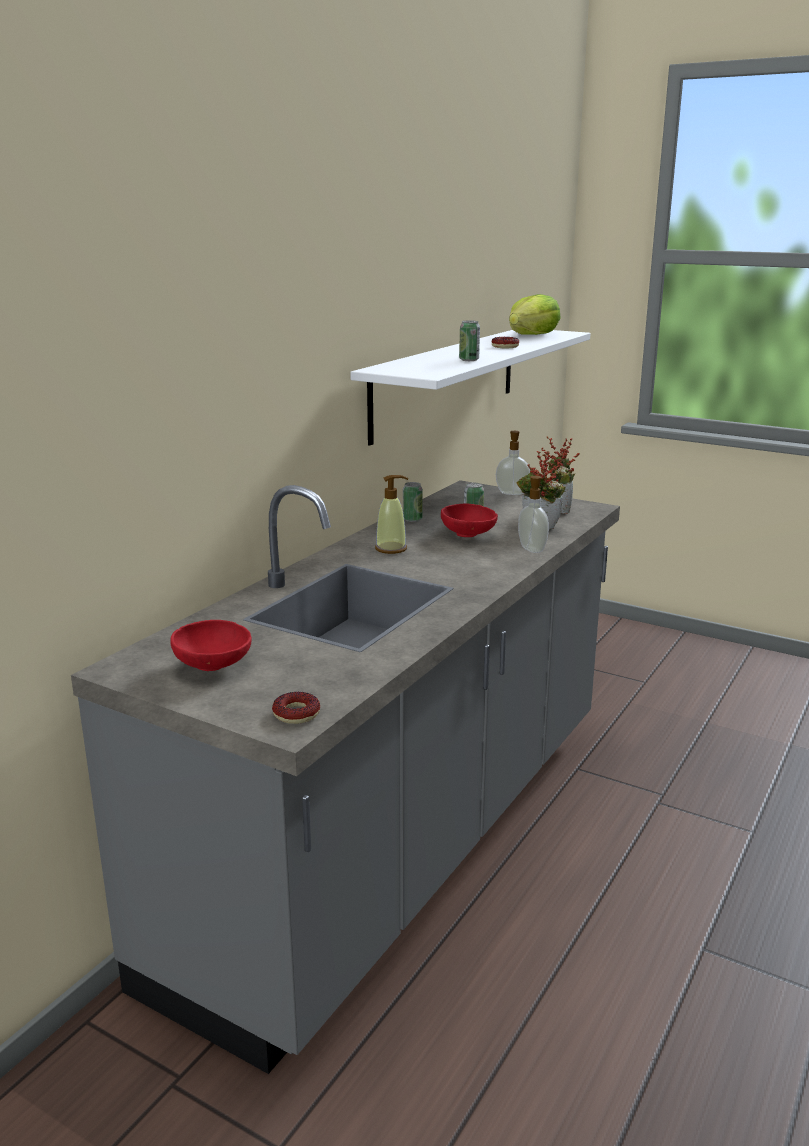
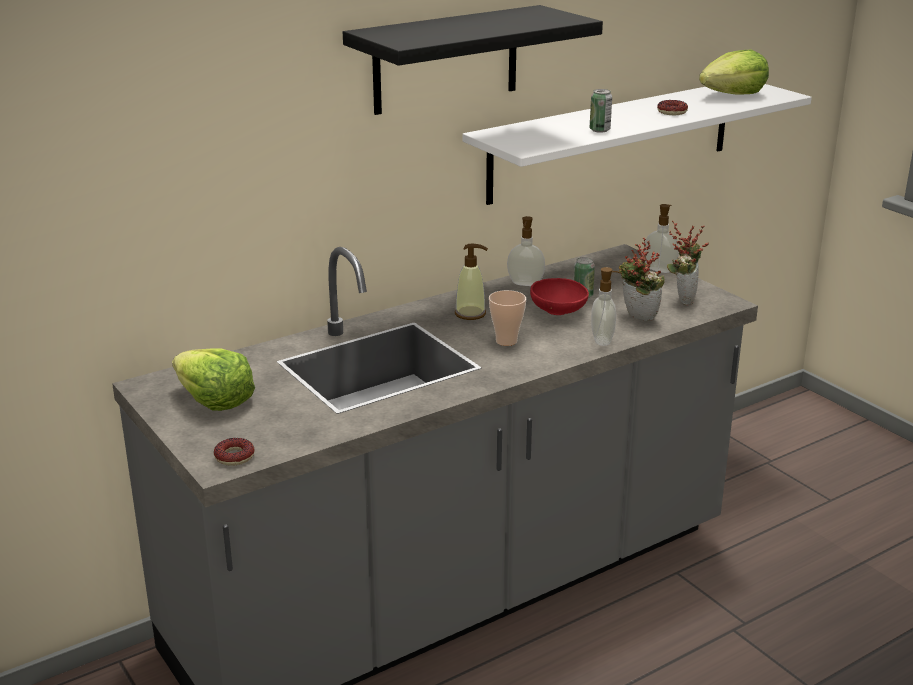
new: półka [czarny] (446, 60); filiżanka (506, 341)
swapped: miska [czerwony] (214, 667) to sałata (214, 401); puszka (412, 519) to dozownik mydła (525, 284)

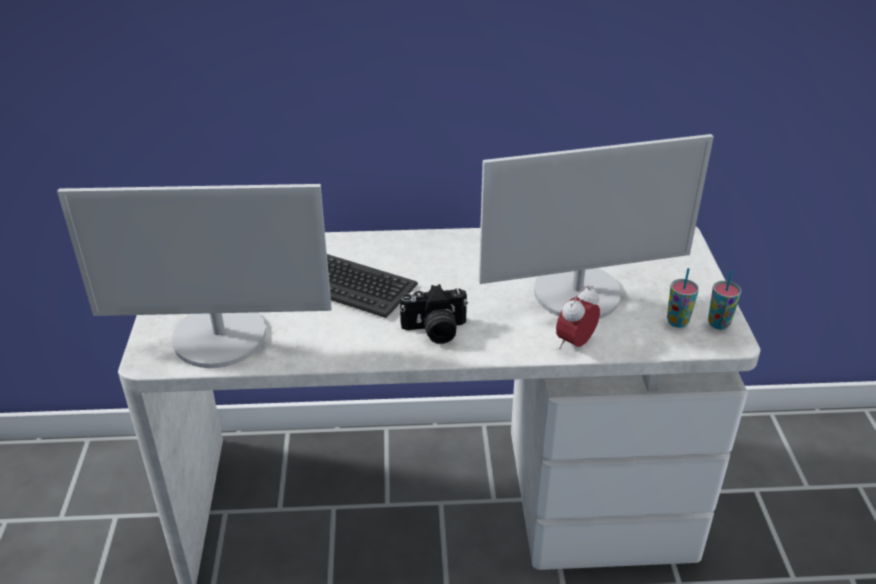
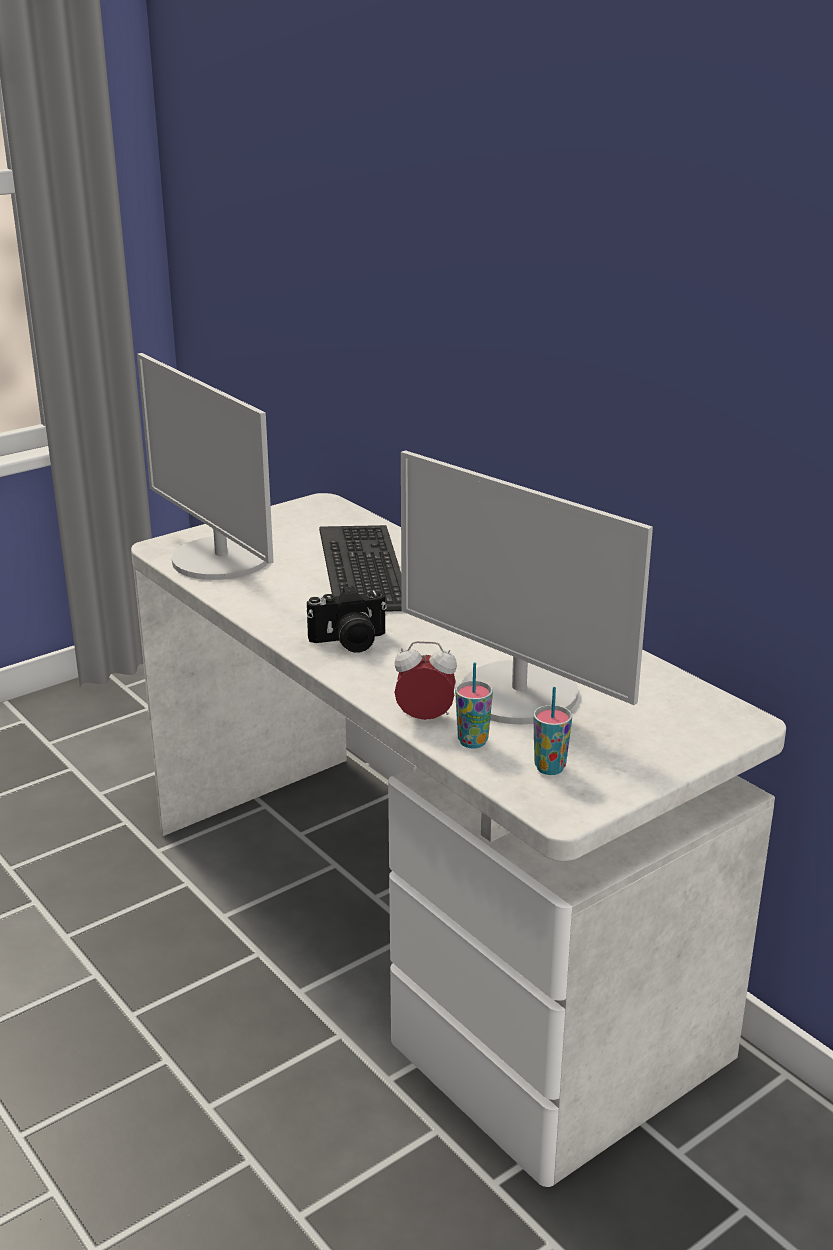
shifted: filiżanka (718, 324) to (472, 742)
rotated: aparat fotograficzny (435, 331) = (349, 642) 60 degrees counterclockwise

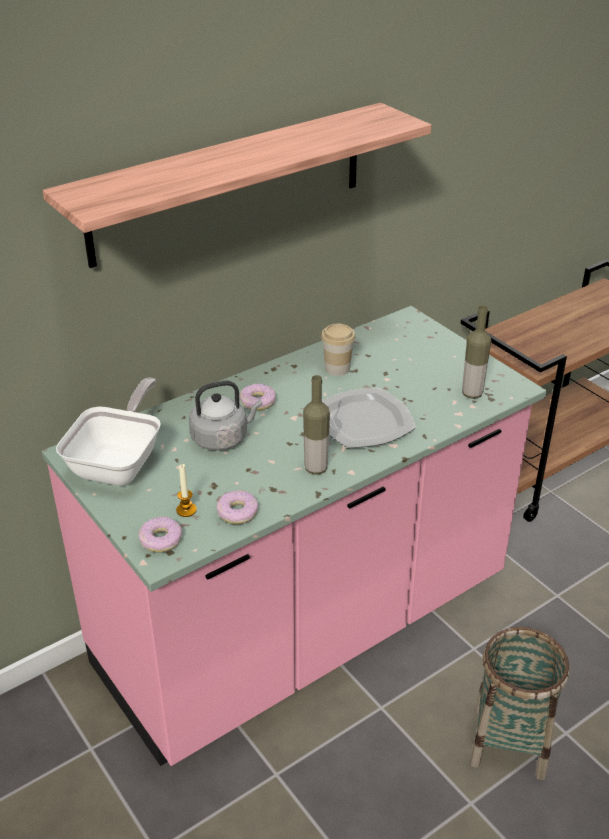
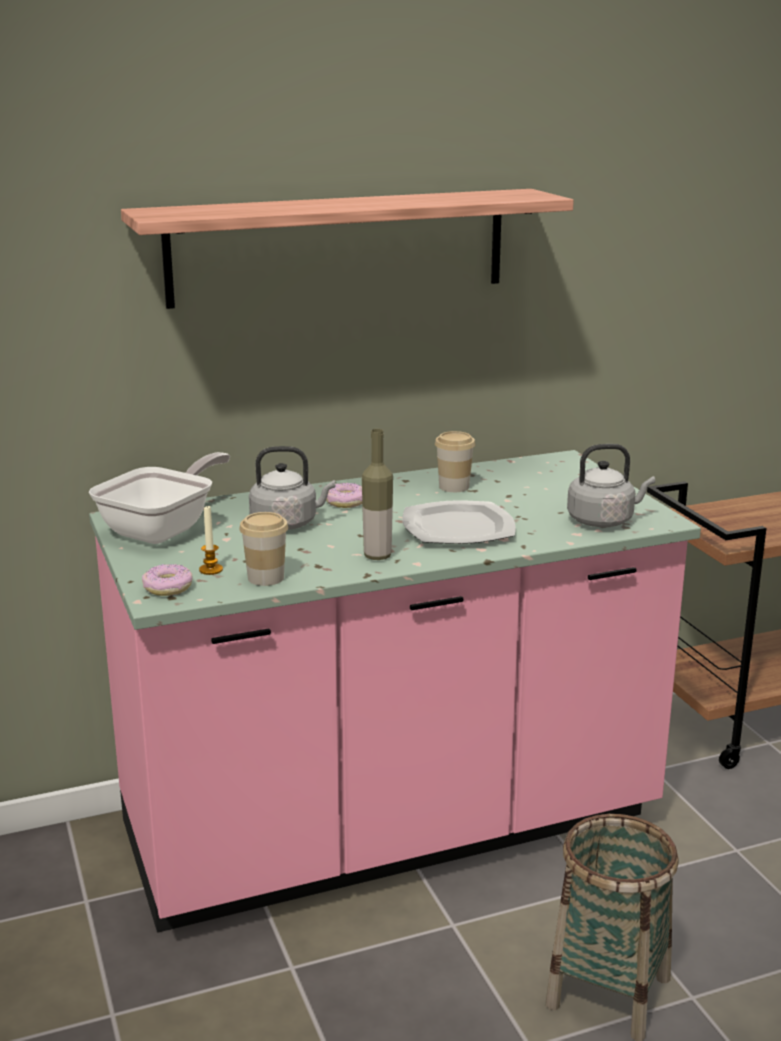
swapped: donut (237, 512) to filiżanka (266, 578); butelka (472, 394) to czajnik [szary] (603, 521)

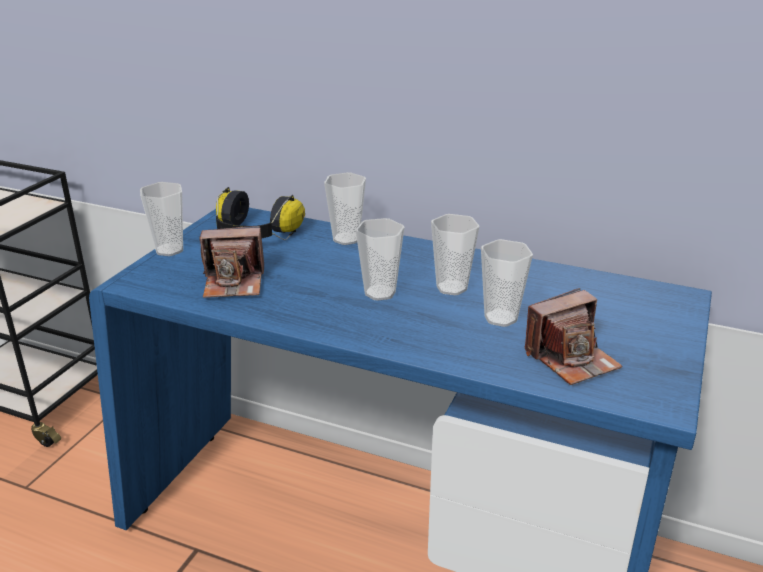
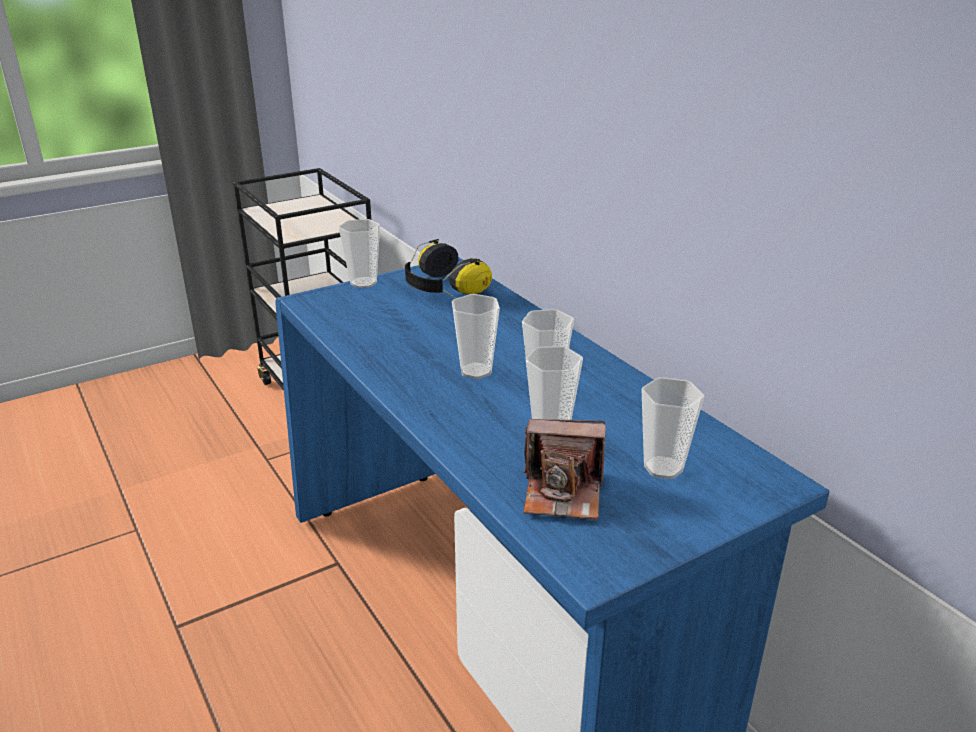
gone: aparat fotograficzny (234, 282)
shifted: filiżanka (346, 239) to (663, 468)

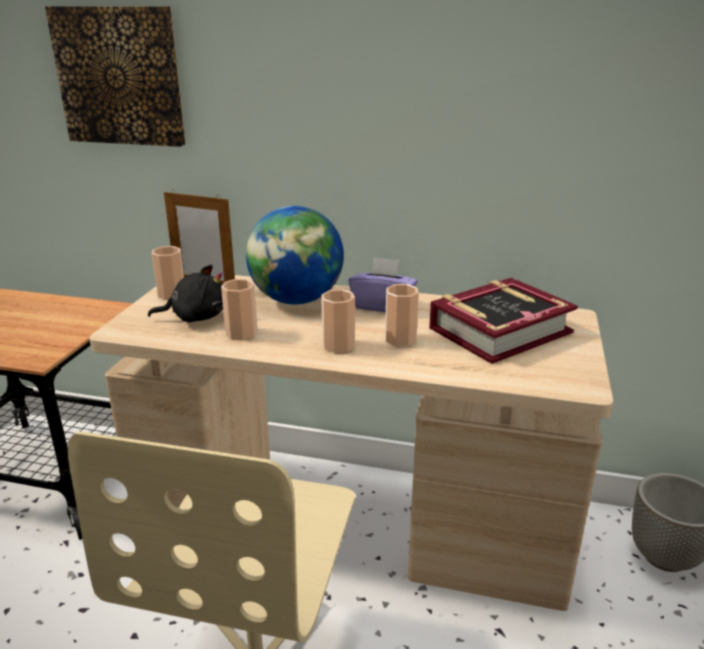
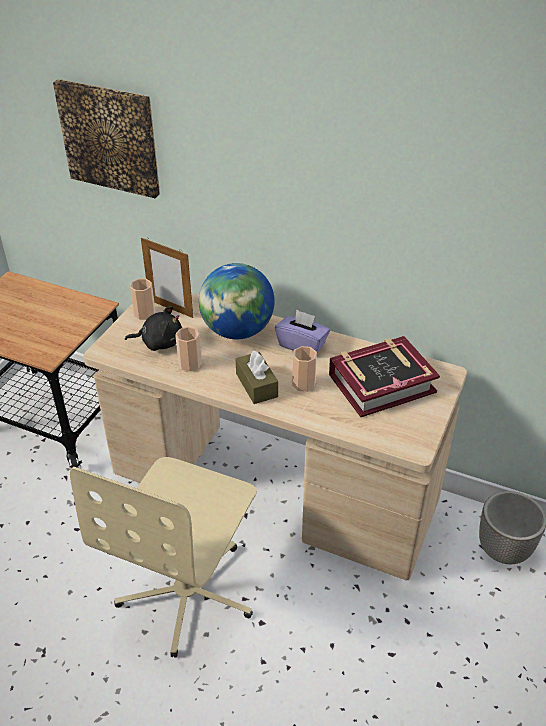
swapped: filiżanka (338, 345) to pudełko chusteczek [brązowy] (256, 385)

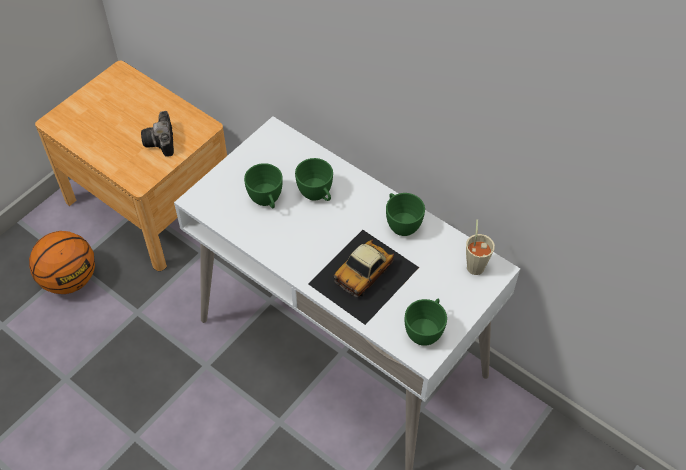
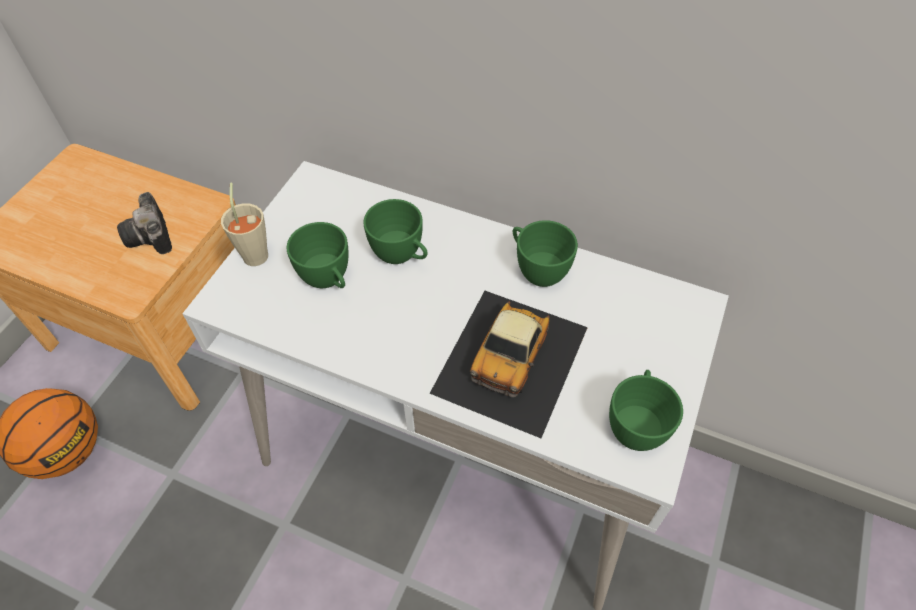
shifted: filiżanka [beżowy] (475, 264) to (255, 251)

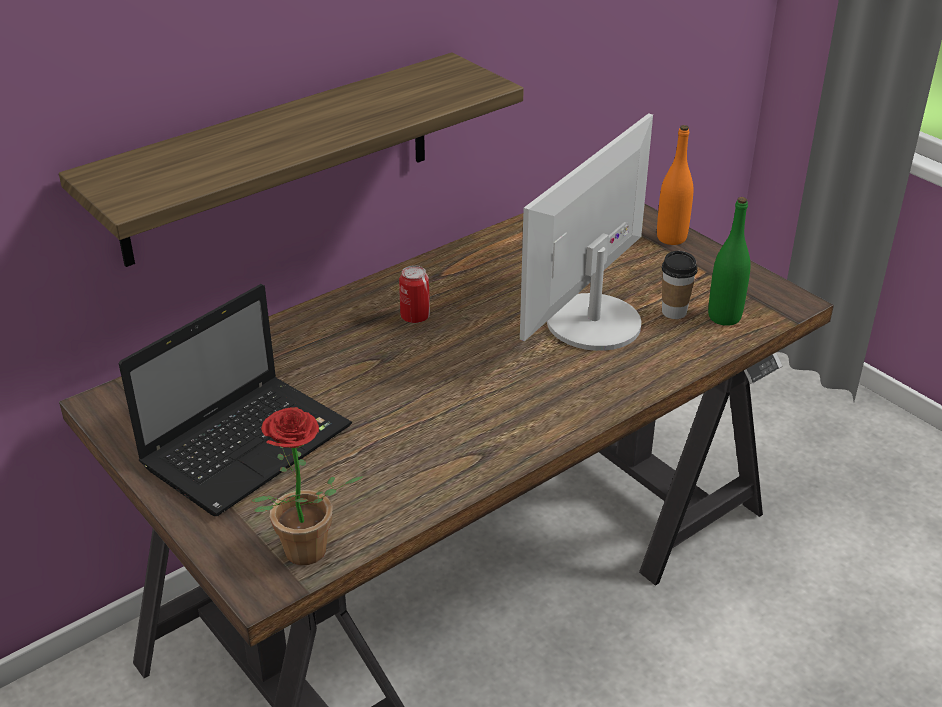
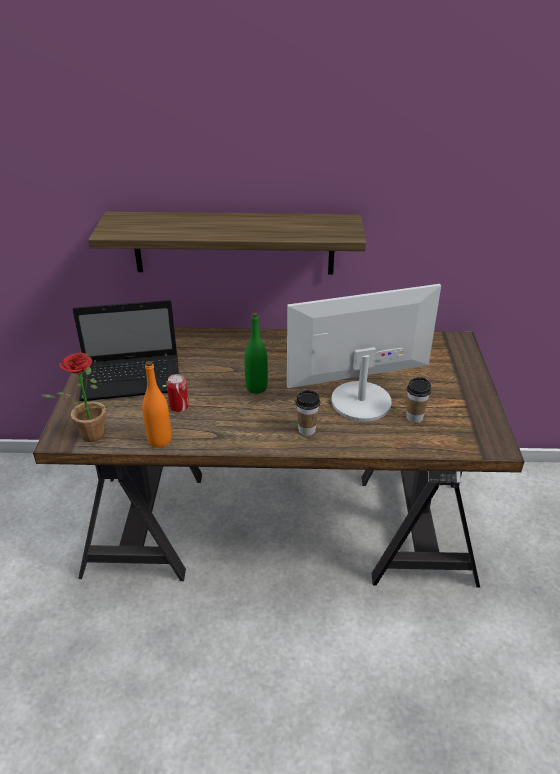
new: filiżanka (306, 430)
shifted: puszka (415, 317) to (179, 407); butelka [pomarańczowy] (671, 238) to (159, 440); butelka [zielony] (724, 317) to (256, 388)

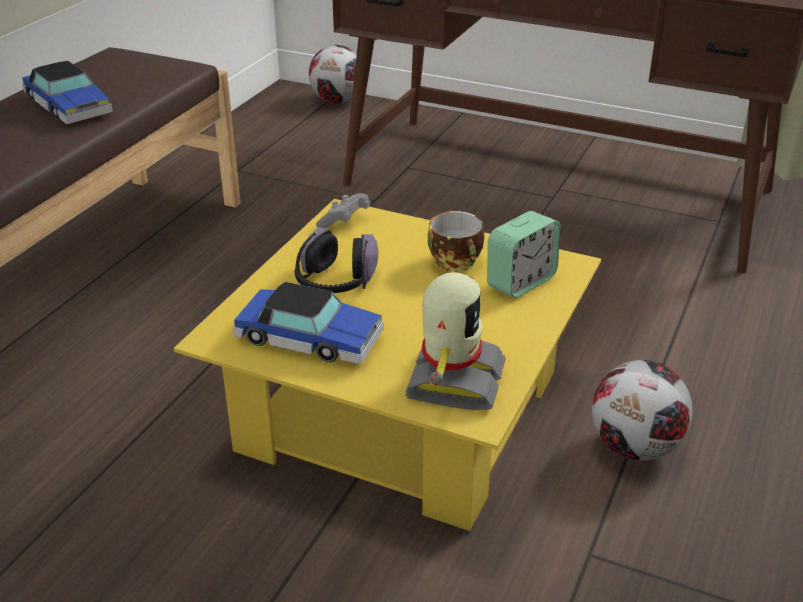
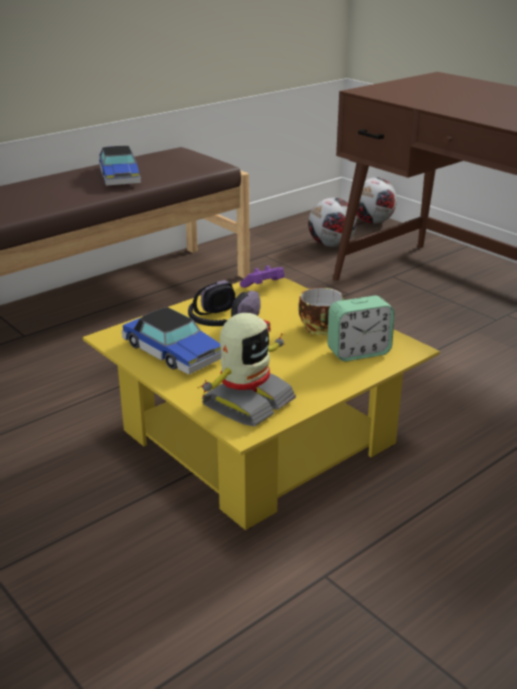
shifted: piłka futbolowa (636, 447) to (331, 245)
repainted: pad do gier [szary] (345, 222) to pad do gier [fioletowy] (263, 286)

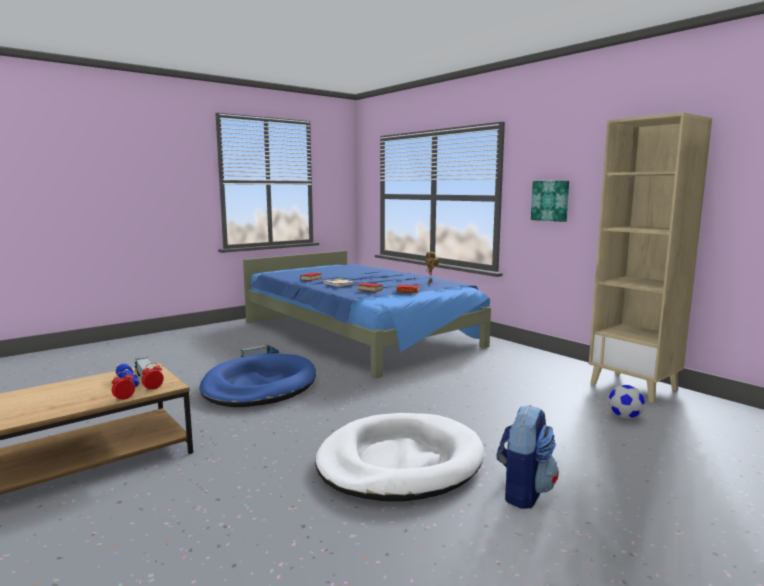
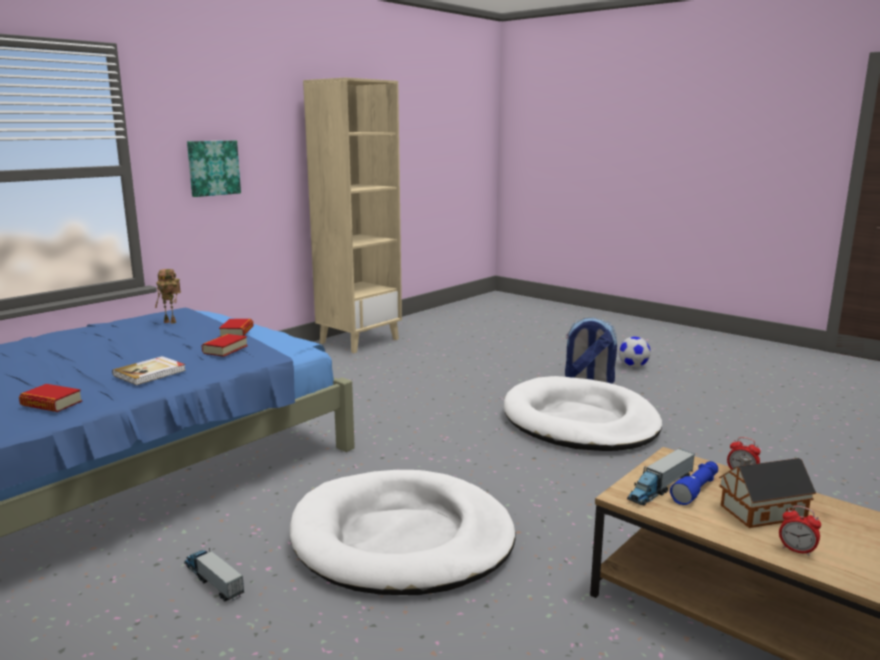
new: domek (759, 512)
shifted: budzik (153, 389) to (796, 550); piłka futbolowa (625, 417) to (633, 366)
repainted: legowisko [niebieski] (259, 386) to legowisko [biały] (402, 539)

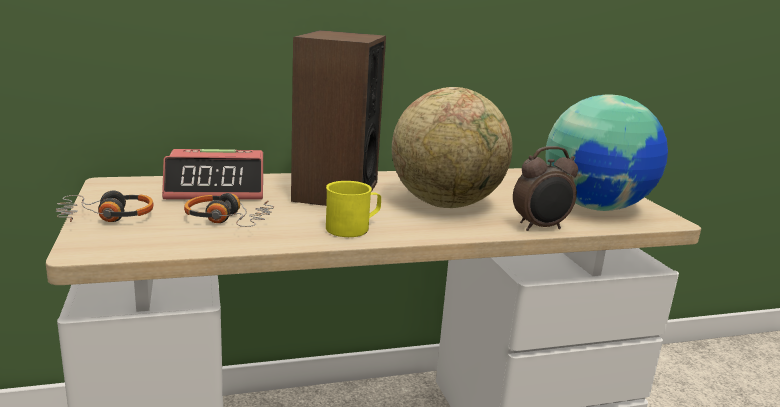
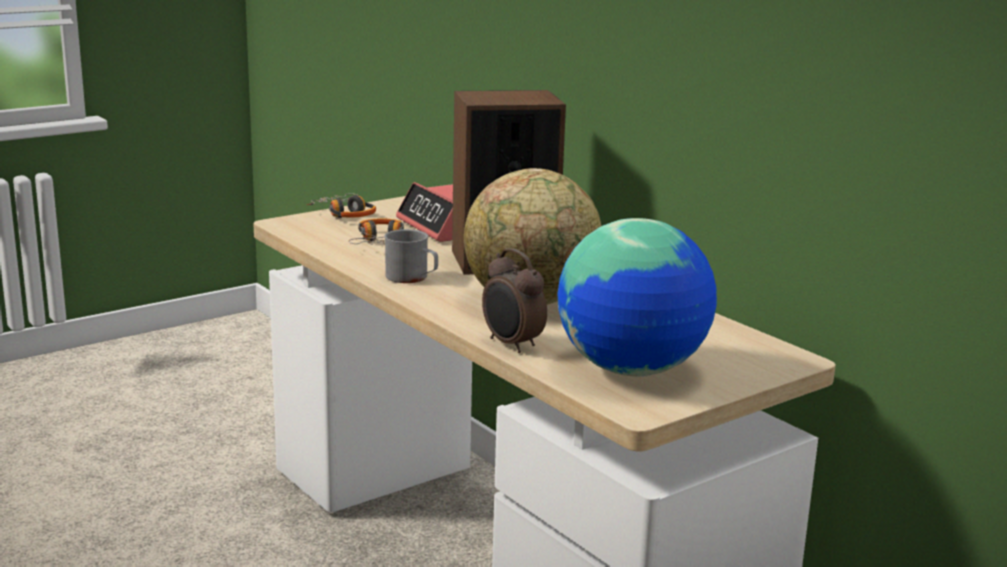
repainted: kubek [żółty] (353, 228) to kubek [szary] (412, 278)

